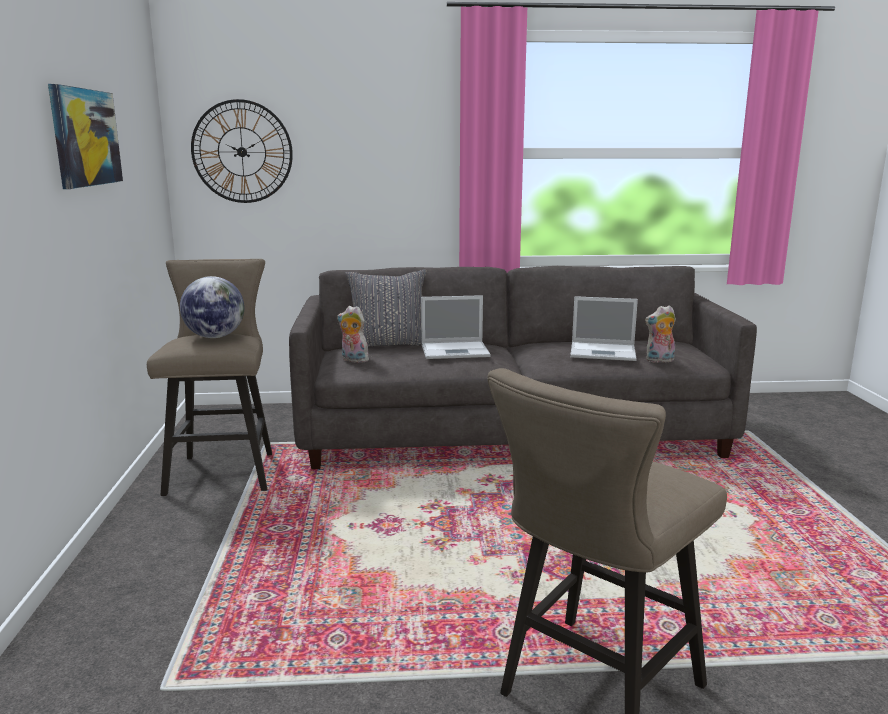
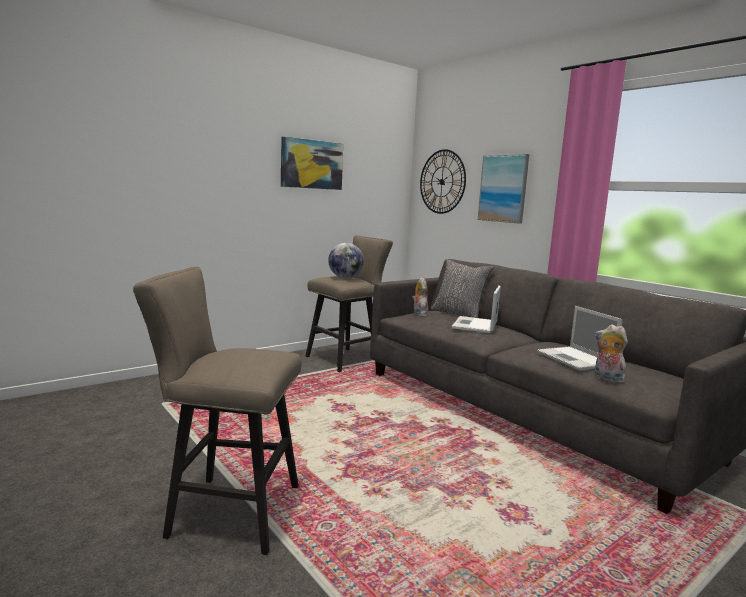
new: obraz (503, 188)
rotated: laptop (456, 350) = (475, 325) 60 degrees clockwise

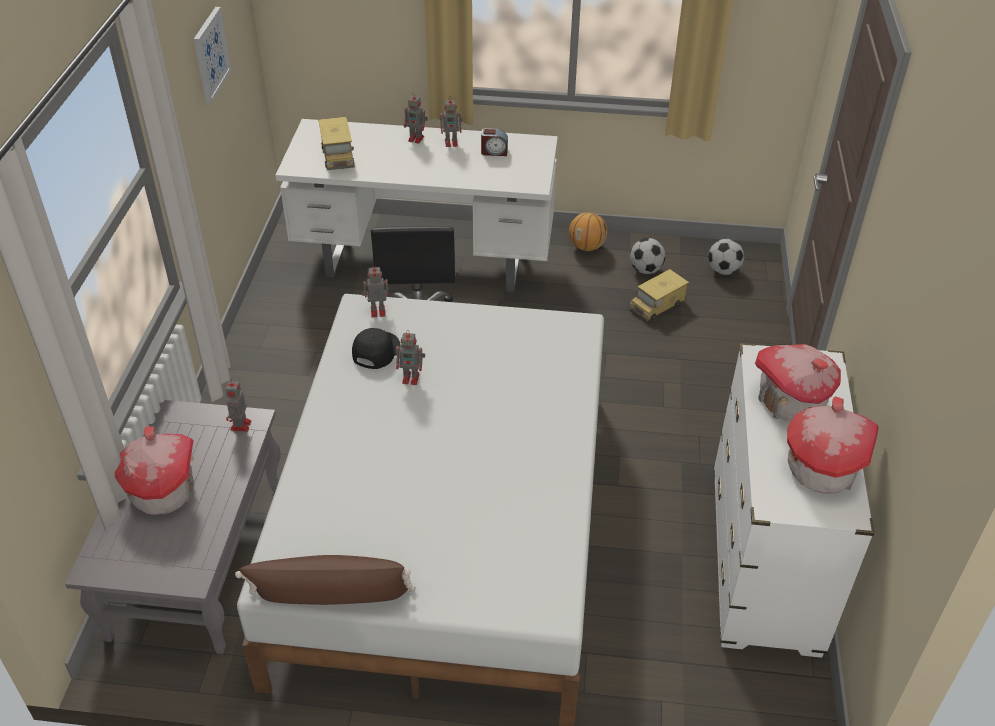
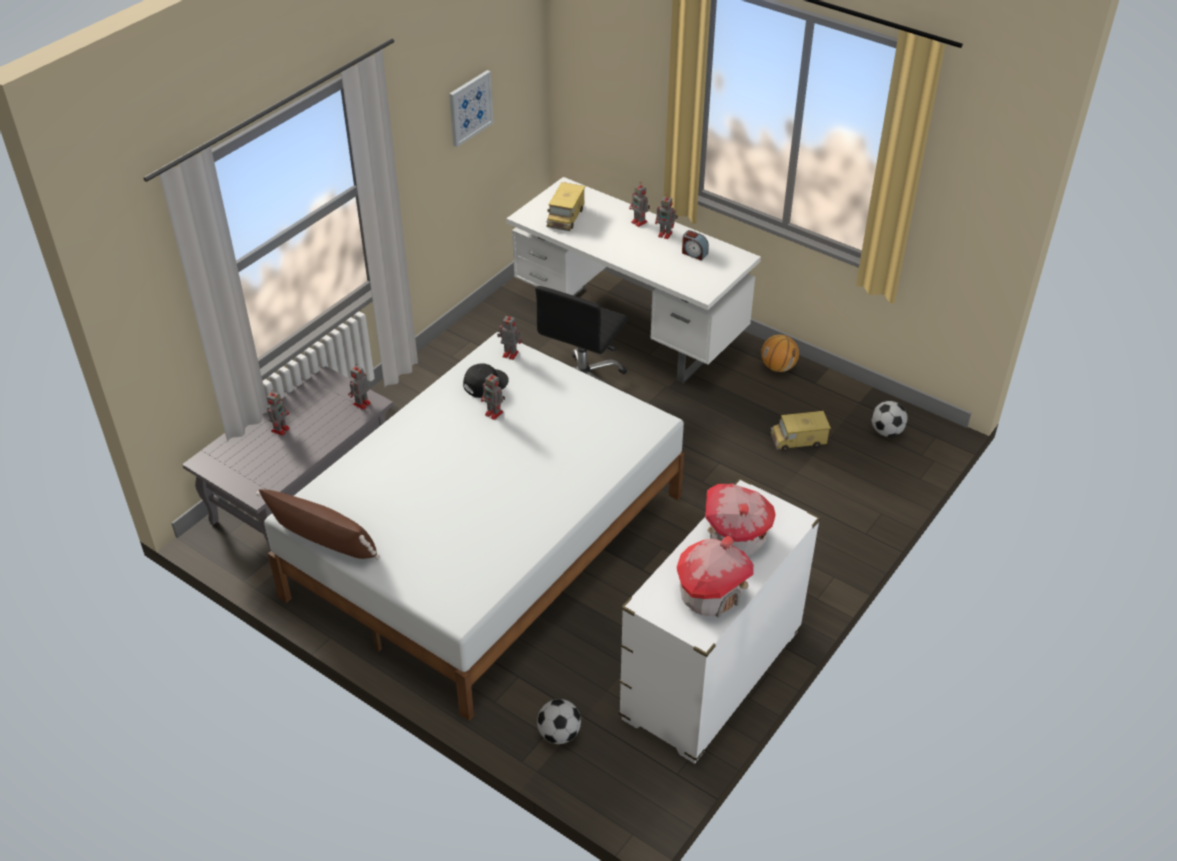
shifted: piłka futbolowa (645, 270) to (559, 734)
swapped: domek (164, 491) to robot zabawkowy (281, 429)

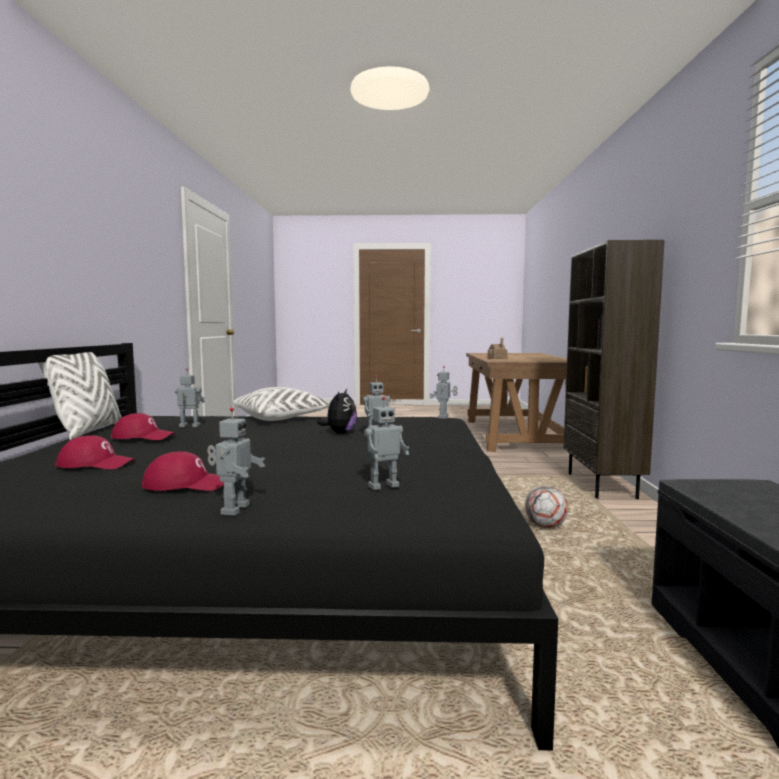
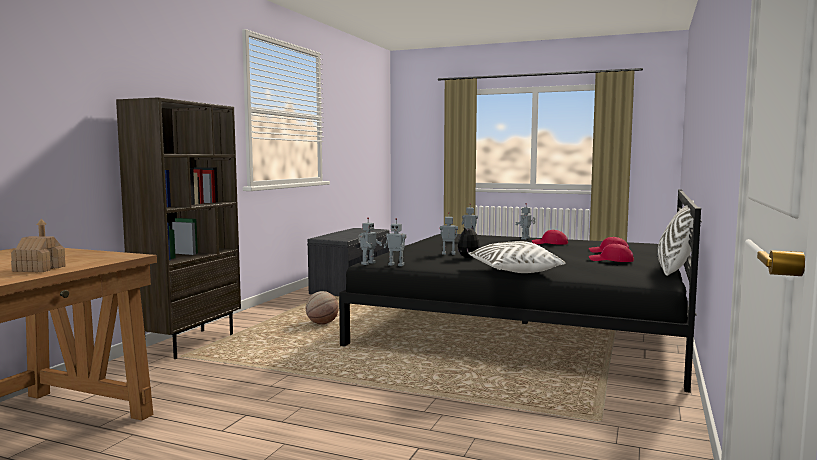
shifted: robot zabawkowy (189, 426) to (396, 265)
swapped: piłka futbolowa (545, 526) to piłka do koszykówki (322, 323)

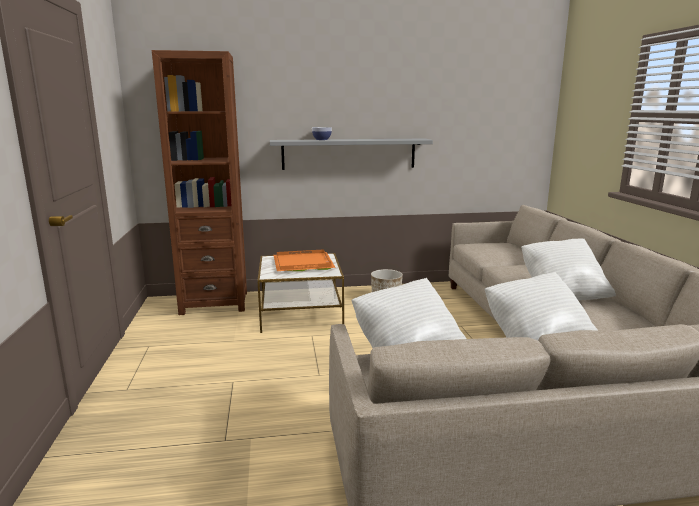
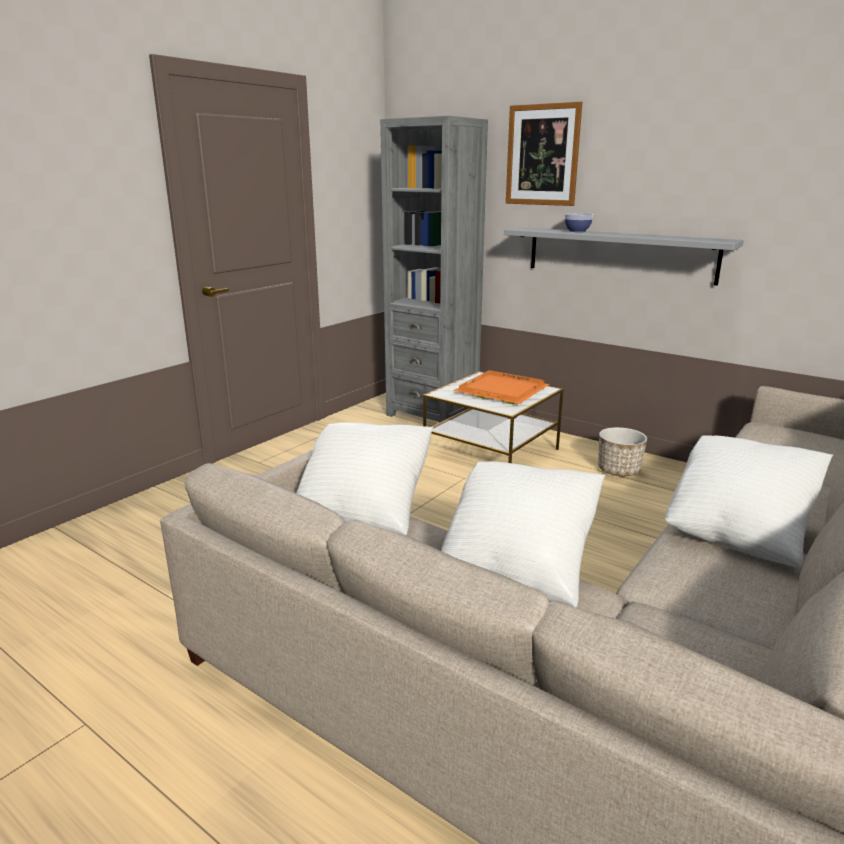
new: obraz (542, 155)
repainted: regał [brązowy] (214, 303) to regał [szary] (432, 414)

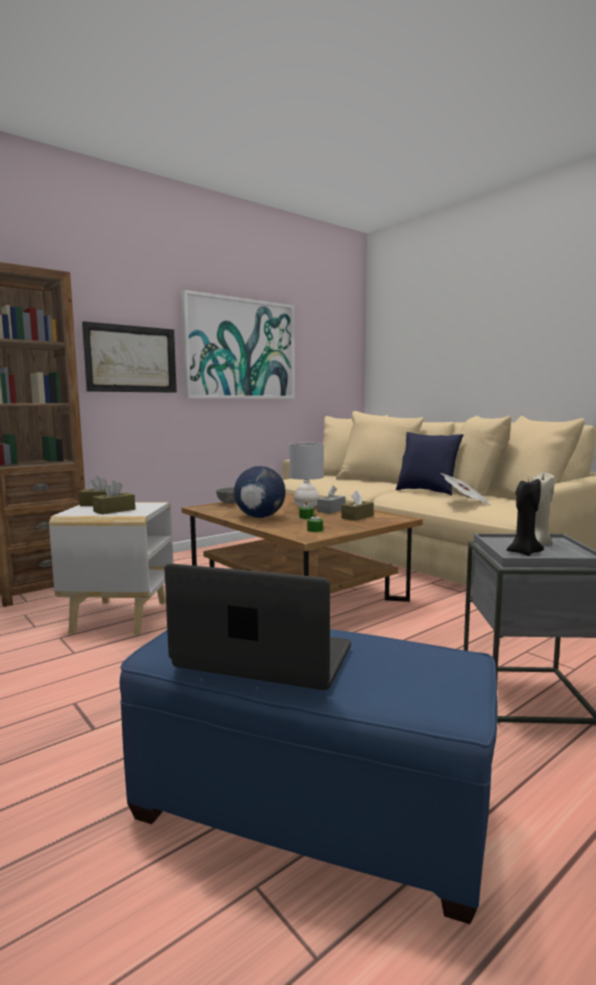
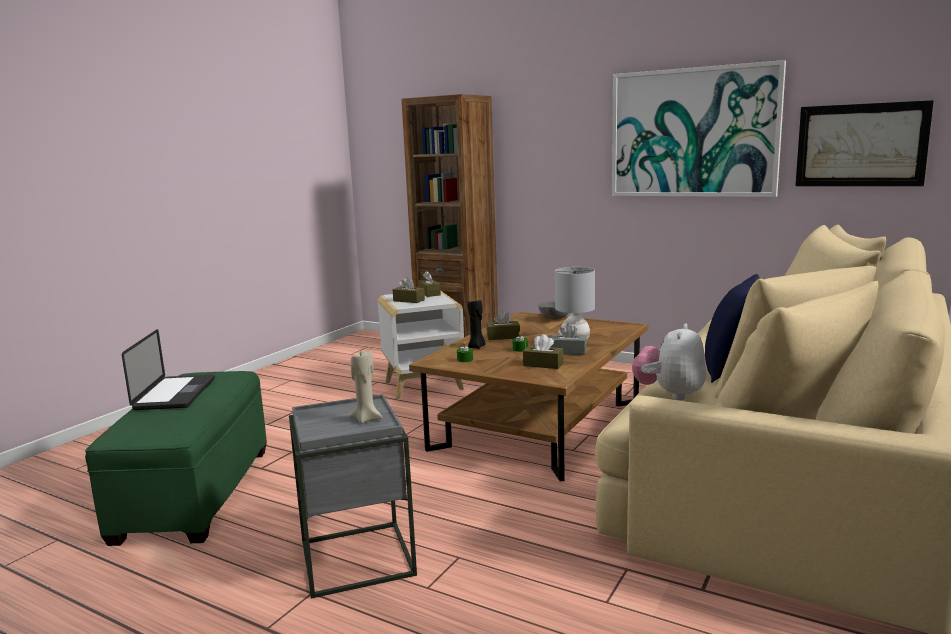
shifted: obraz (131, 359) to (861, 145); świeca [czarny] (523, 552) to (477, 347)
swapped: globus (260, 517) to pudełko chusteczek [brązowy] (503, 337); gazeta (466, 503) to pluszak (670, 394)
repainted: pufa [niebieski] (309, 810) to pufa [zielony] (195, 493)

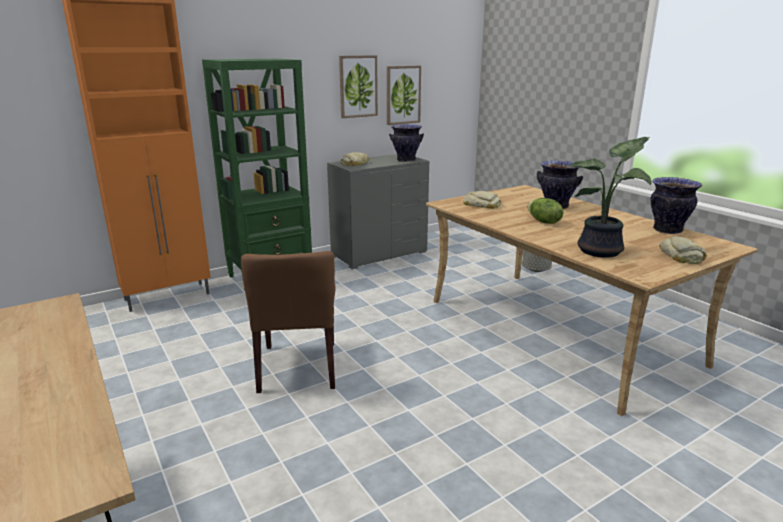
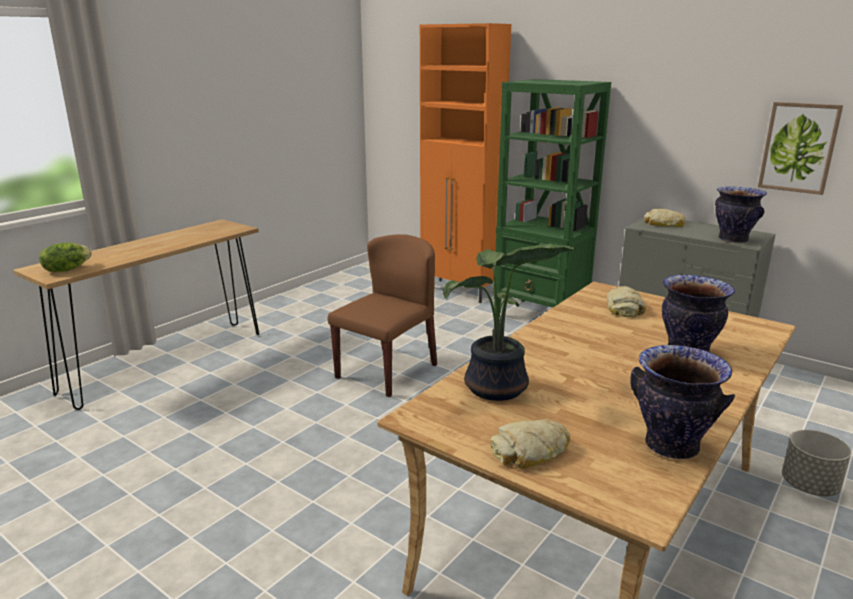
gone: obraz (358, 86)
shifted: sałata (543, 222) to (67, 269)
rotated: krzesło [brązowy] (298, 367) = (387, 370) 150 degrees clockwise

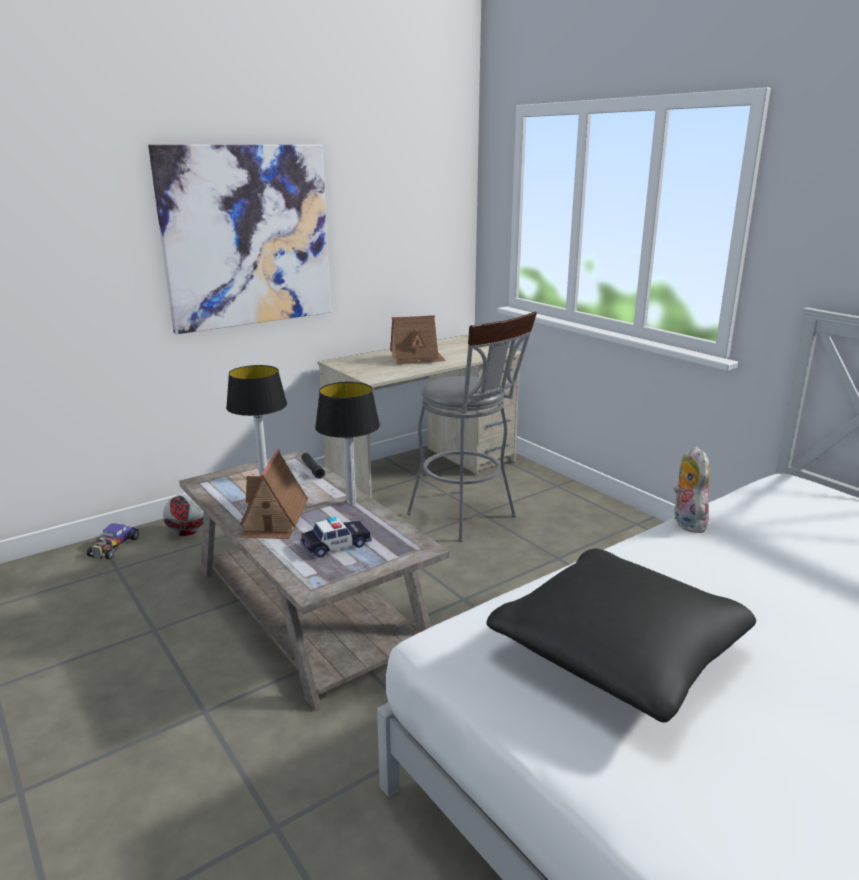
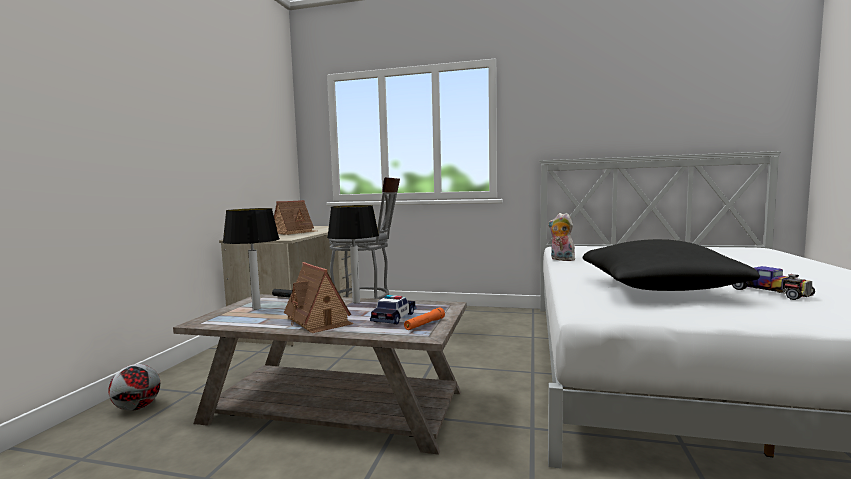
gone: obraz (247, 237)
new: latarka [pomarańczowy] (424, 324)
shifted: samochodzik (113, 547) to (771, 292)

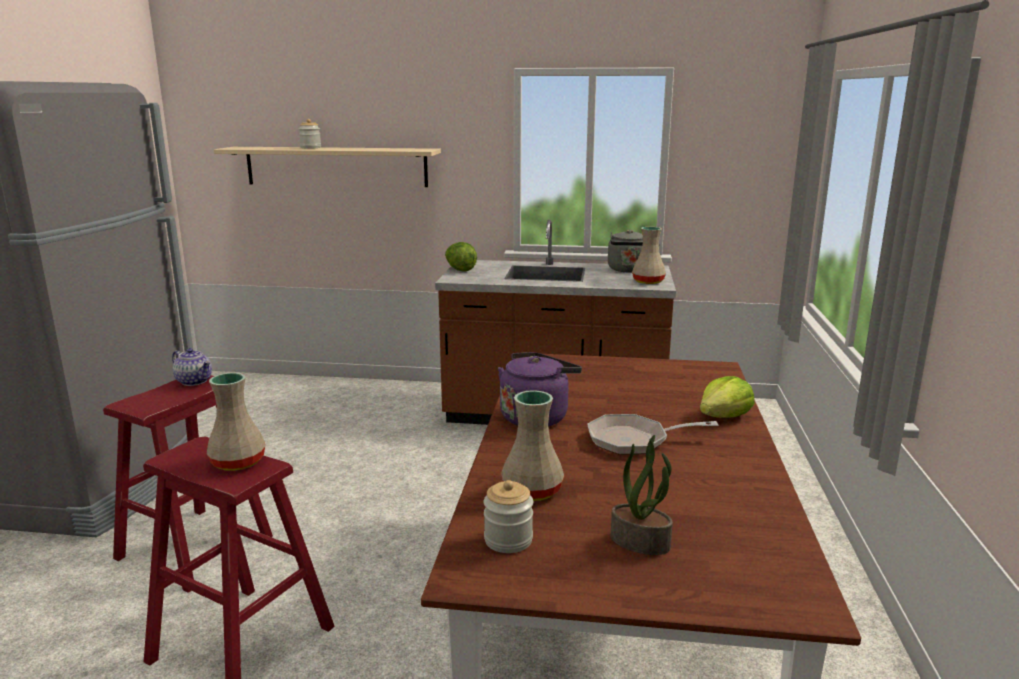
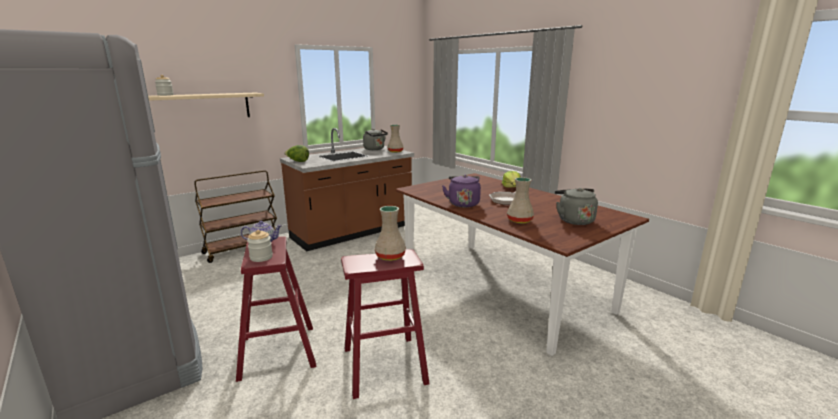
new: wózek [brązowy] (242, 249)
shifted: słoik (508, 540) to (261, 257)
swapped: roślina doniczkowa (641, 541) to czajnik [szary] (574, 220)

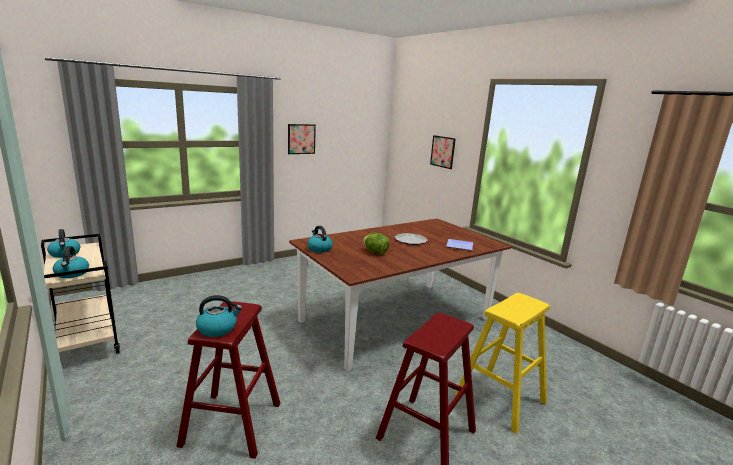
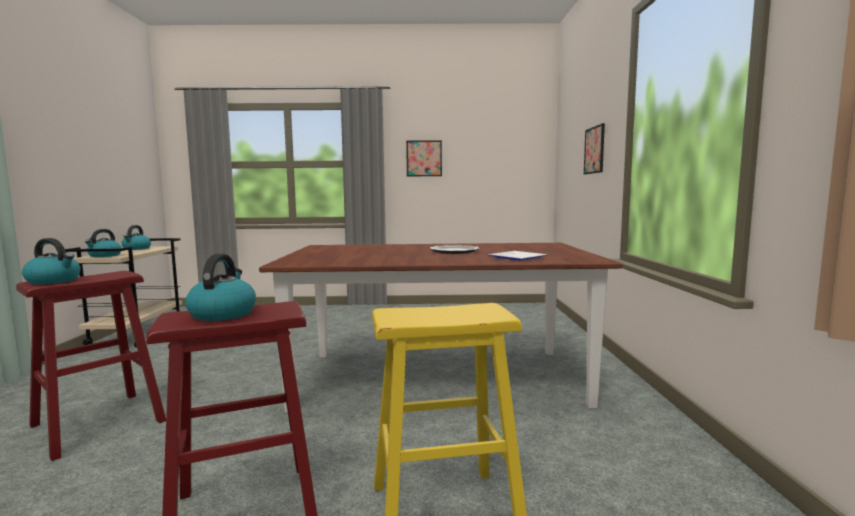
gone: sałata (375, 252)
shifted: czajnik (319, 249) to (223, 314)

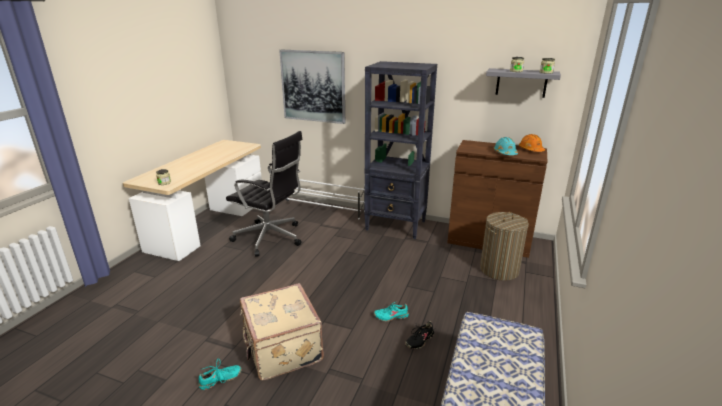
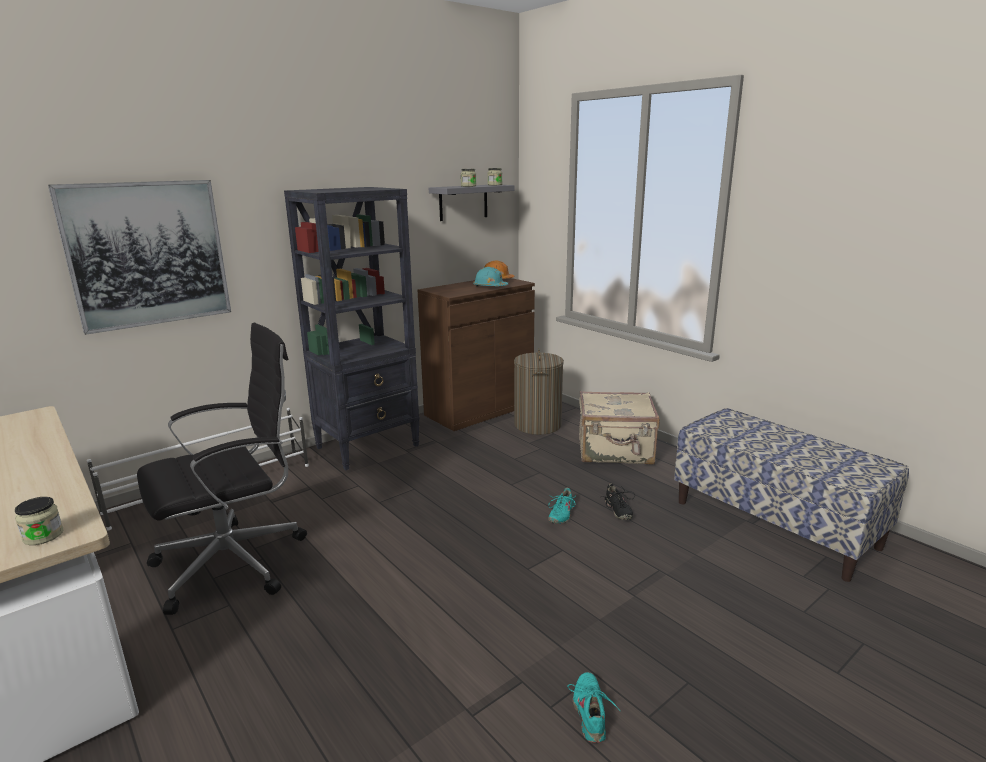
shifted: walizka [beżowy] (281, 349) to (615, 451)

